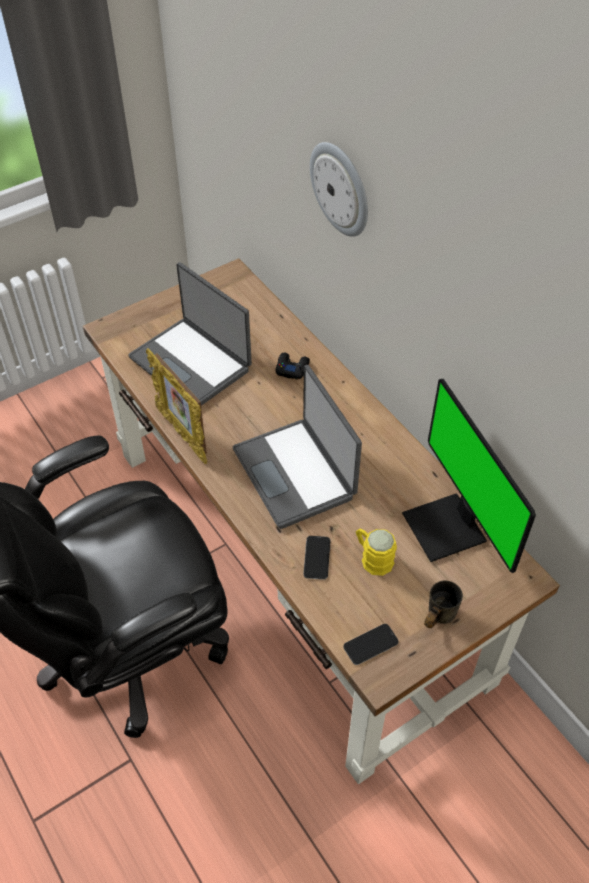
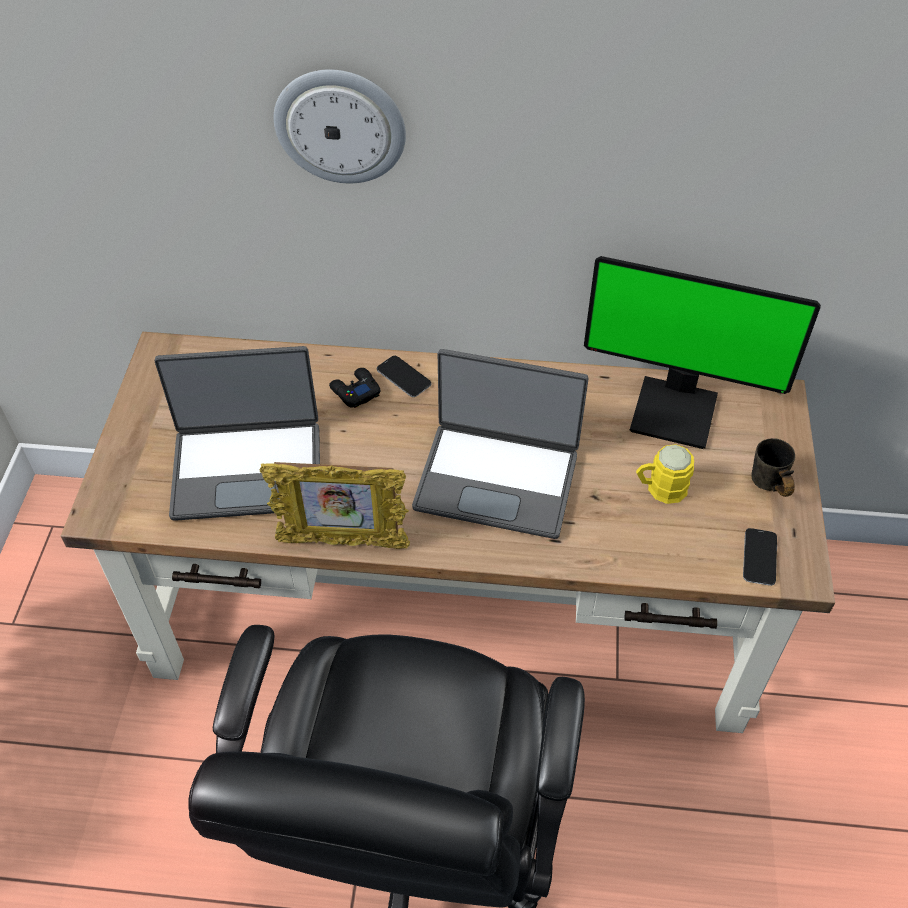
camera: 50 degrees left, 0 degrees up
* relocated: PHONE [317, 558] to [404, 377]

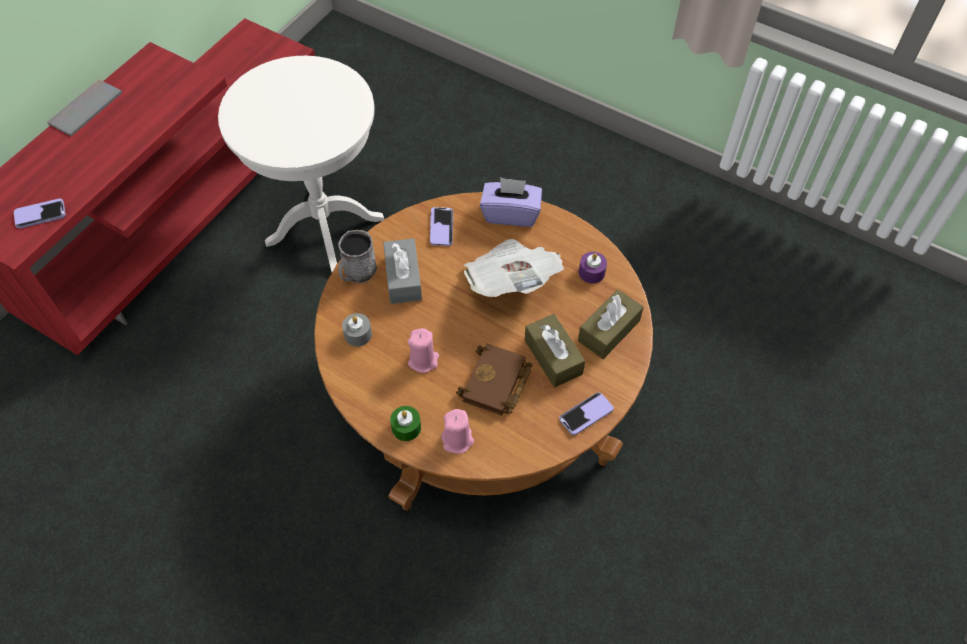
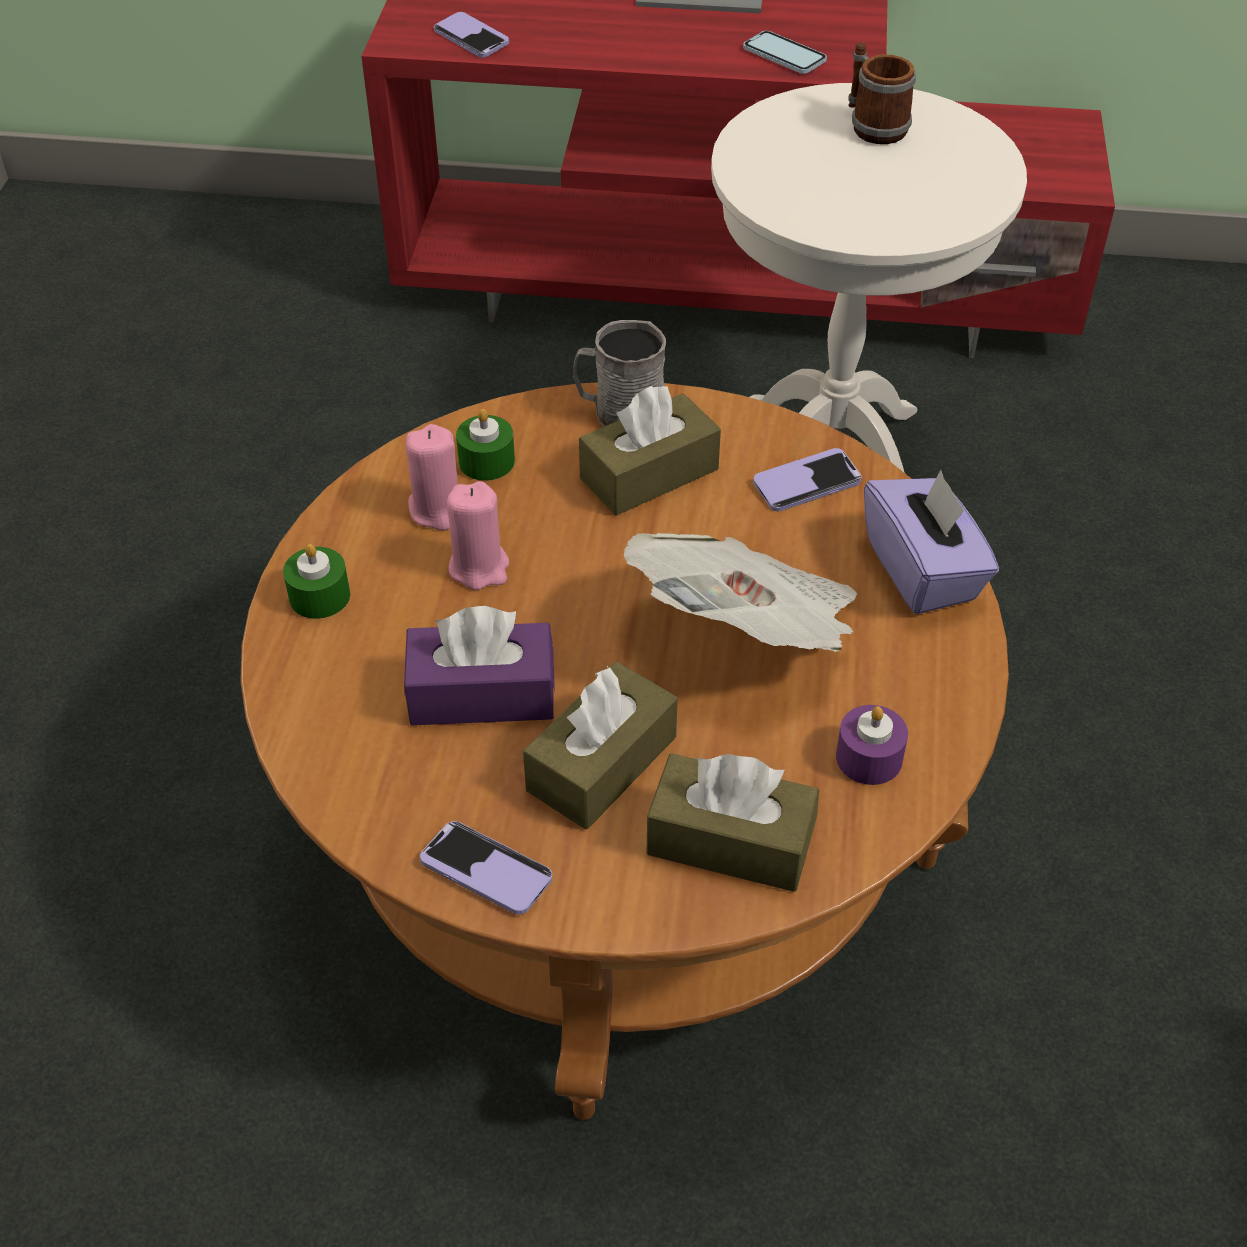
camera: 65 degrees right, 10 degrees down
* exchanged: BROWN BOOK [496, 385] to PURPLE TISSUE BOX [482, 694]
* relocated: PINK CANDLE [457, 440] to [439, 510]
* colour: GREY CANDLE [358, 334] to GREEN CANDLE [486, 461]
* colour: GREY TISSUE BOX [403, 278] to BROWN TISSUE BOX [649, 474]
* appeared: PHONE [784, 55]
* appeared: MUG [873, 125]

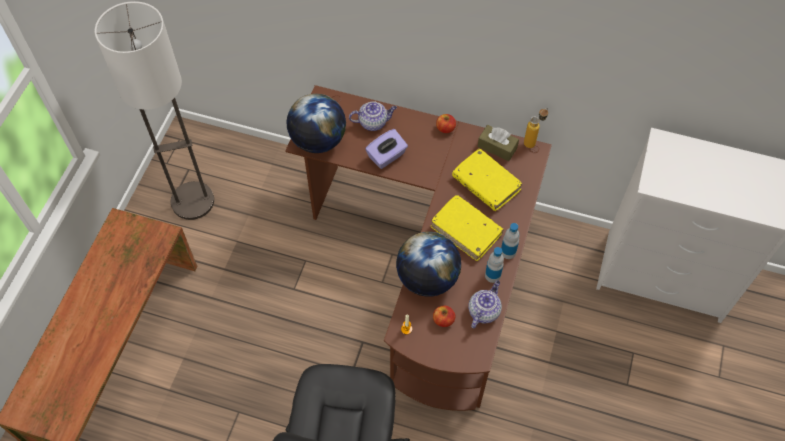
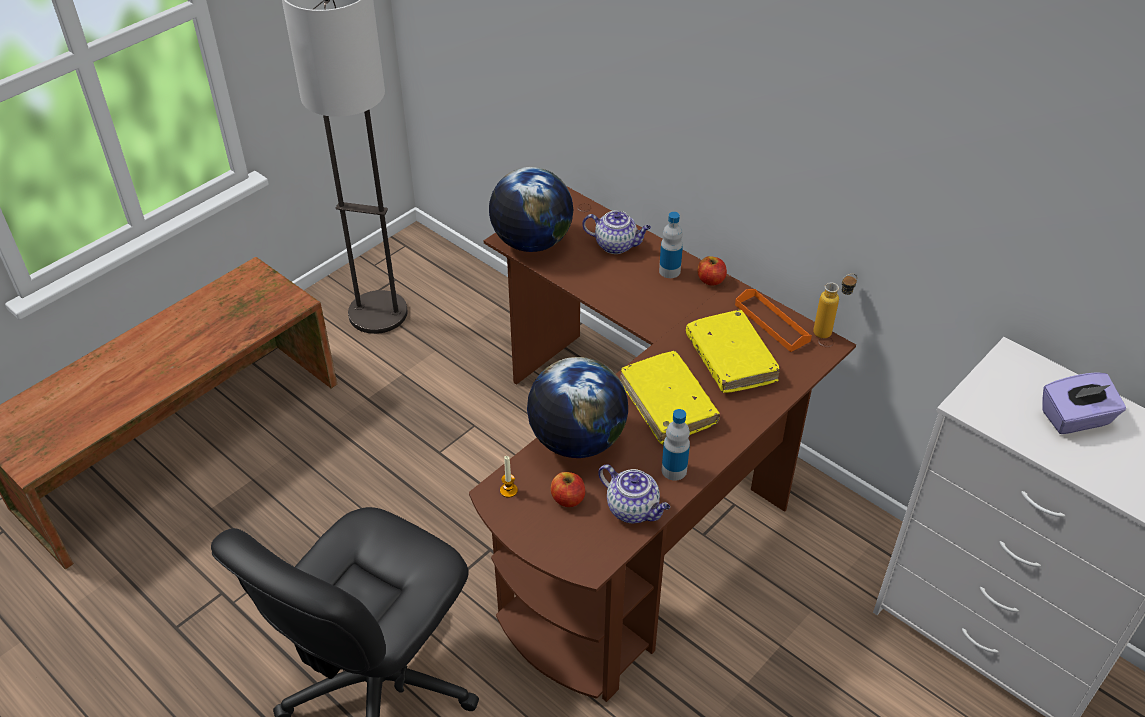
camera: 25 degrees right, 15 degrees down
* spun: TEAPOT [483, 311] = [633, 509] 75 degrees clockwise
* relocated: BOTTLE [508, 252] to [669, 271]
* exchanged: BROWN TISSUE BOX [497, 147] to ORANGE TRAY [772, 323]
* relocated: PURPLE TISSUE BOX [387, 156] to [1075, 419]

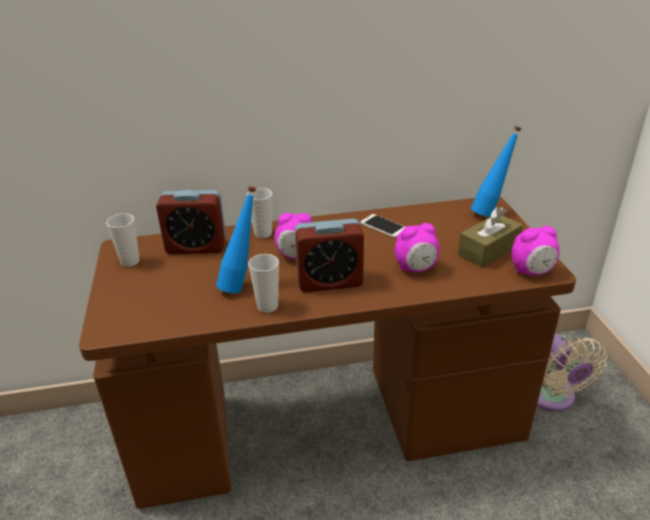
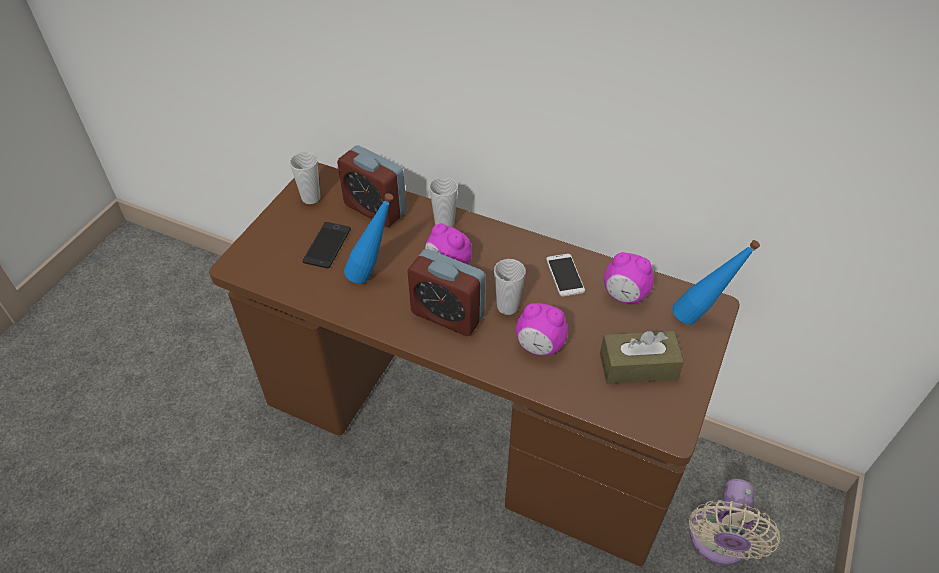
camera: 35 degrees right, 15 degrees up
* appeared: PHONE [327, 245]
* relocated: CUP [267, 306] to [507, 307]
* relocated: ALARM CLOCK [531, 272] to [624, 295]

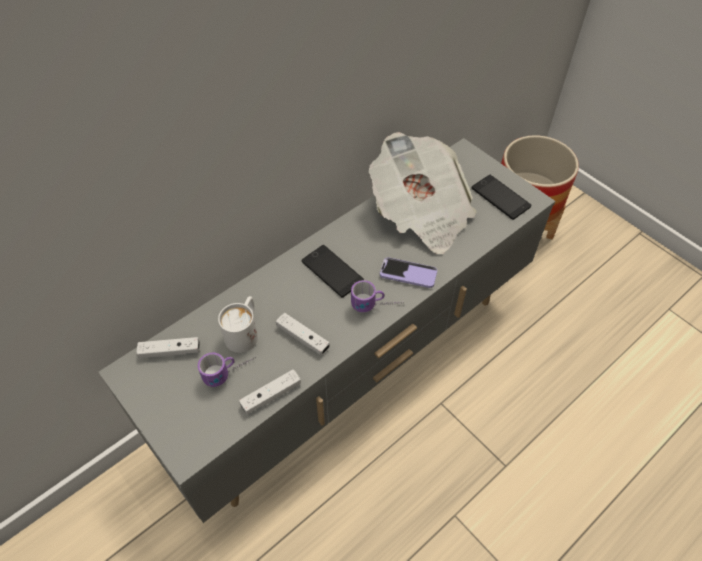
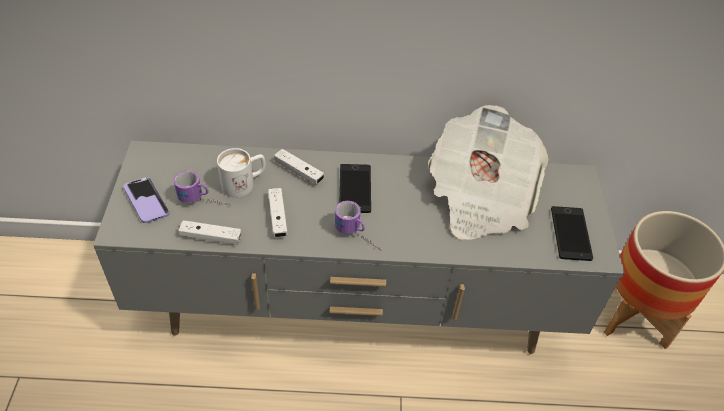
camera: 40 degrees right, 5 degrees down
* relocated: PHONE [408, 273] to [146, 201]
* relocated: WHITE GAME CONTROLLER [170, 351] to [299, 172]

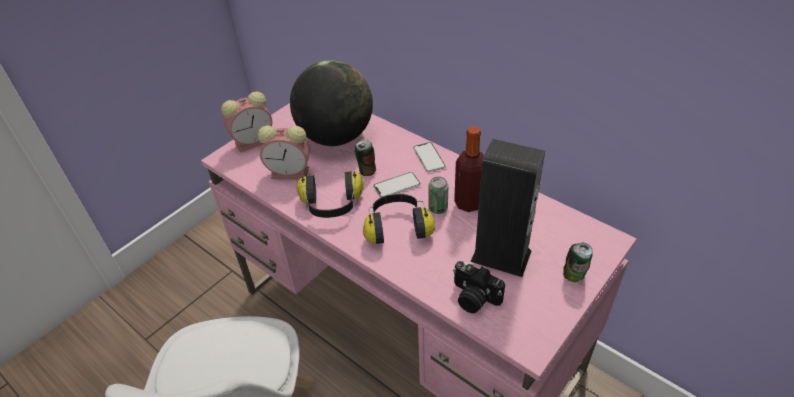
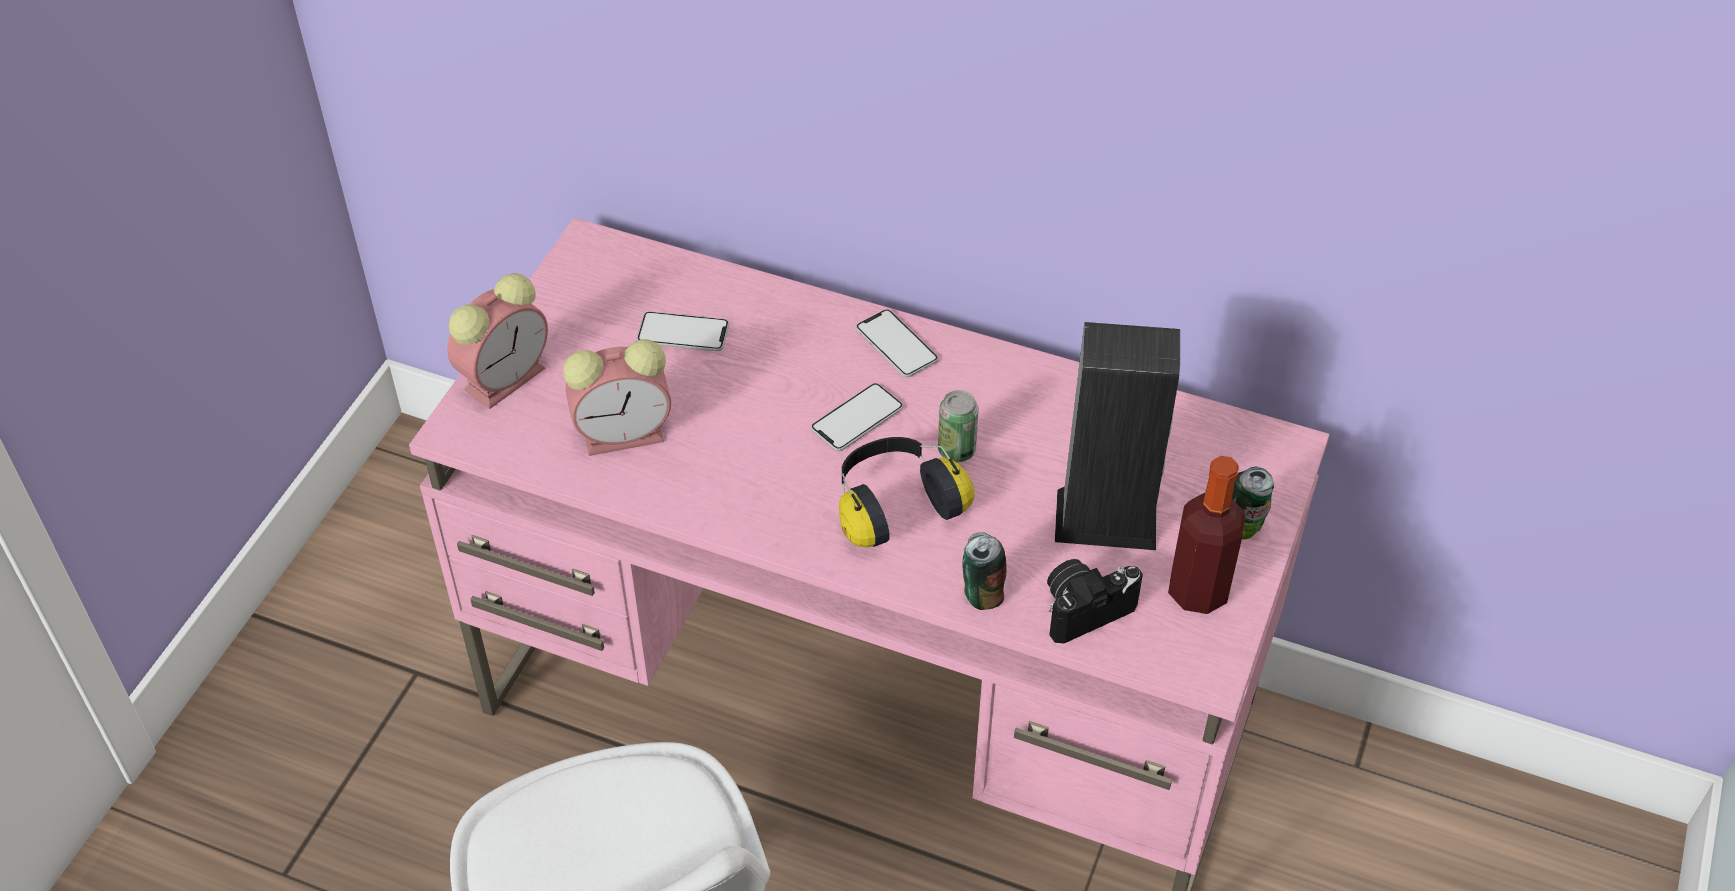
camera: 20 degrees left, 5 degrees up
* exchanged: GLOBE [336, 137] to PHONE [683, 333]
* relocated: CAN [366, 170] to [981, 594]
* spun: PHOTO CAMERA [473, 298] = [1084, 608] 135 degrees clockwise
* relocated: BOTTLE [469, 203] to [1198, 591]
* missing: HEADPHONES [332, 205]

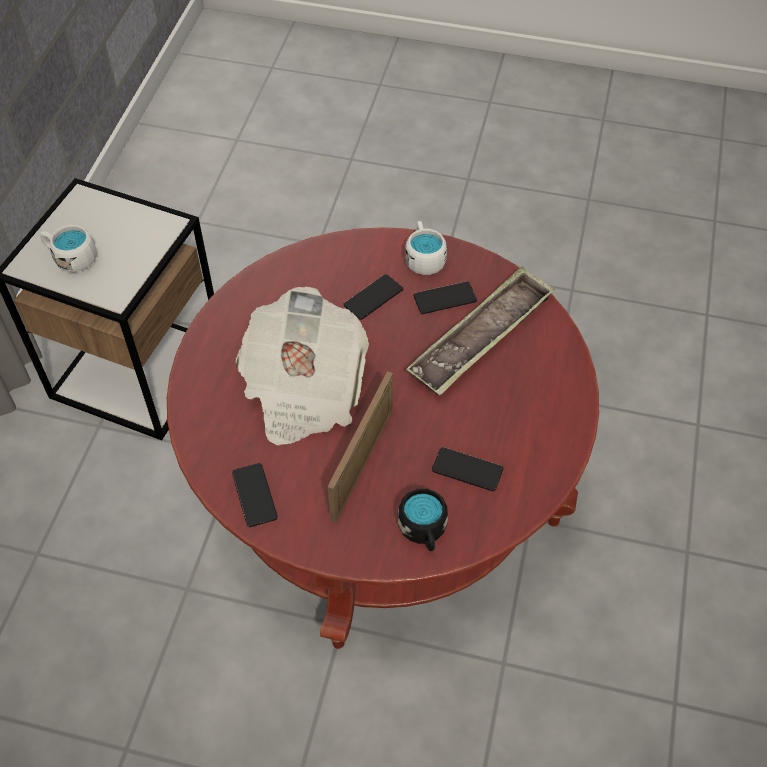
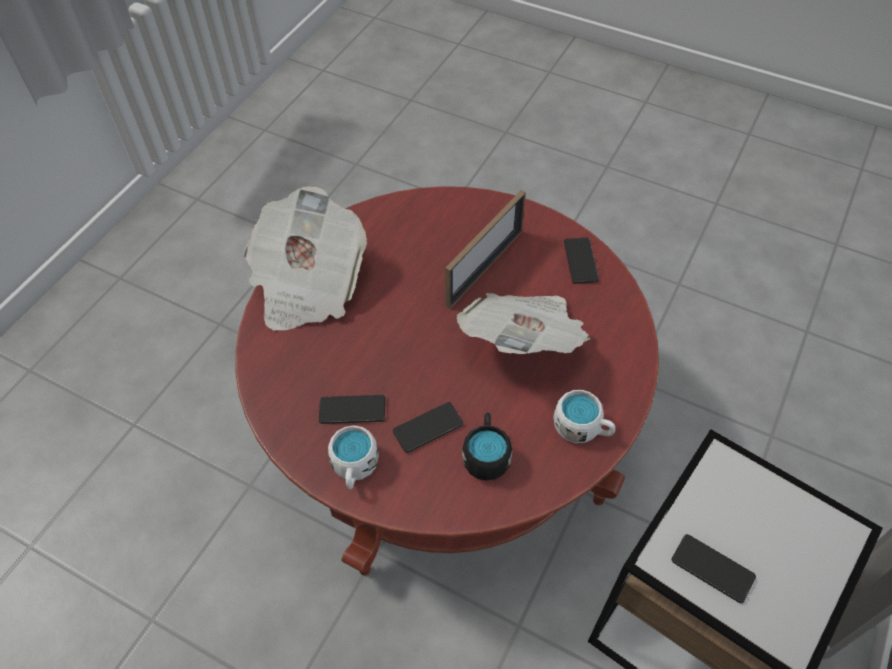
camera: 165 degrees left, 0 degrees up
* appeared: NEWSPAPER [307, 283]
* relocated: BLACK MUG [423, 531] to [486, 454]
* relocated: WHITE MUG [71, 258] to [582, 428]
* relocated: PHONE [467, 469] to [712, 568]
* missing: TRAY [481, 337]

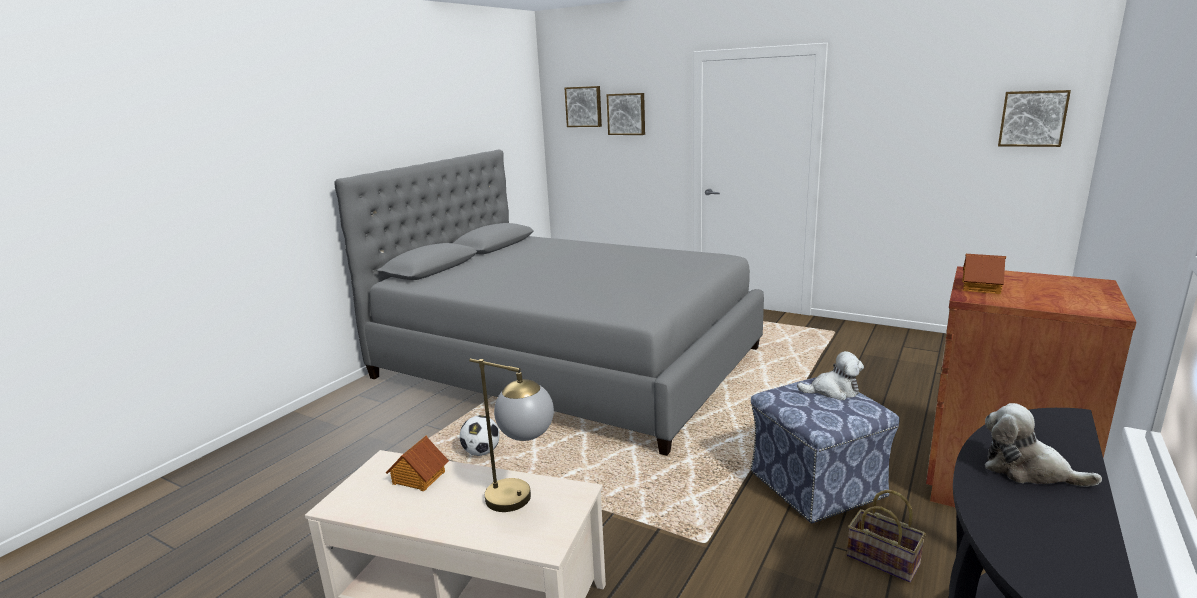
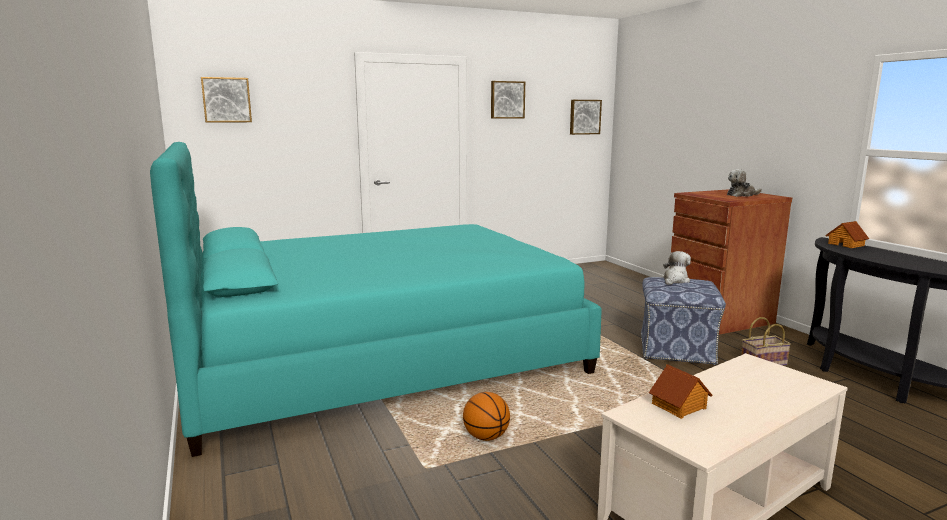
camera: 55 degrees left, 5 degrees down
* colour: GREY BED [567, 362] to TURQUOISE BED [380, 357]
* exchanged: FOOTBALL [481, 452] to BASKETBALL [486, 437]
* relocated: PICTURE [626, 114] to [507, 100]
* relocated: PLUSH TOY [1027, 470] to [741, 195]
* relocated: TOY HOUSE [981, 287] to [846, 244]
* missing: TABLE LAMP [522, 502]

